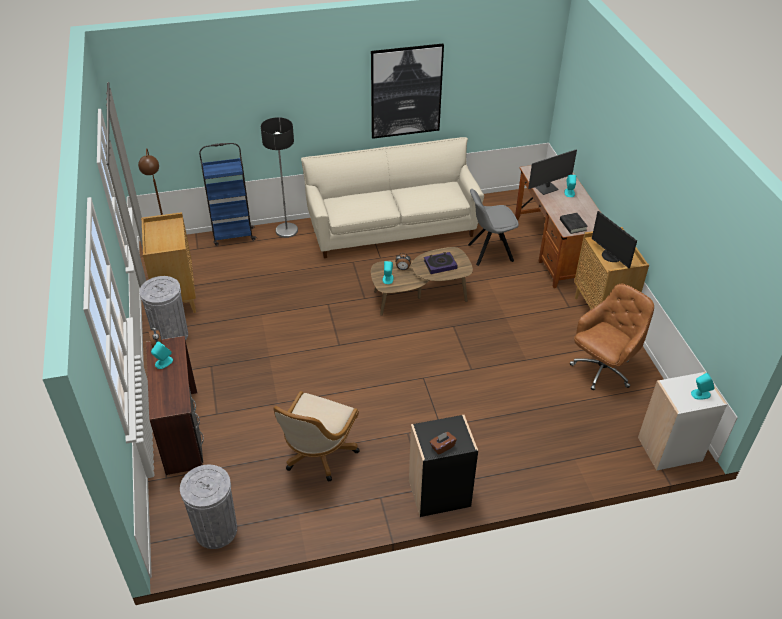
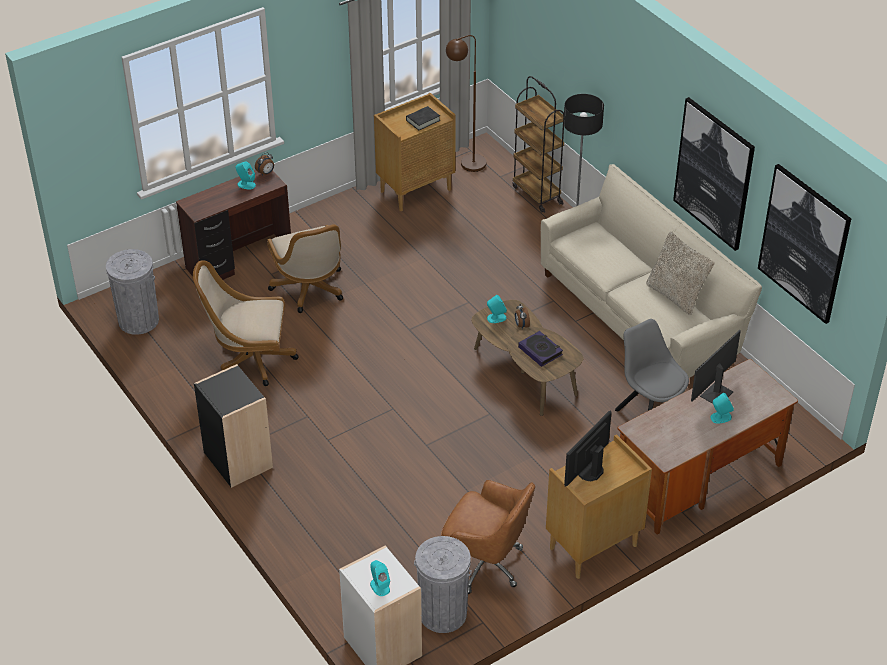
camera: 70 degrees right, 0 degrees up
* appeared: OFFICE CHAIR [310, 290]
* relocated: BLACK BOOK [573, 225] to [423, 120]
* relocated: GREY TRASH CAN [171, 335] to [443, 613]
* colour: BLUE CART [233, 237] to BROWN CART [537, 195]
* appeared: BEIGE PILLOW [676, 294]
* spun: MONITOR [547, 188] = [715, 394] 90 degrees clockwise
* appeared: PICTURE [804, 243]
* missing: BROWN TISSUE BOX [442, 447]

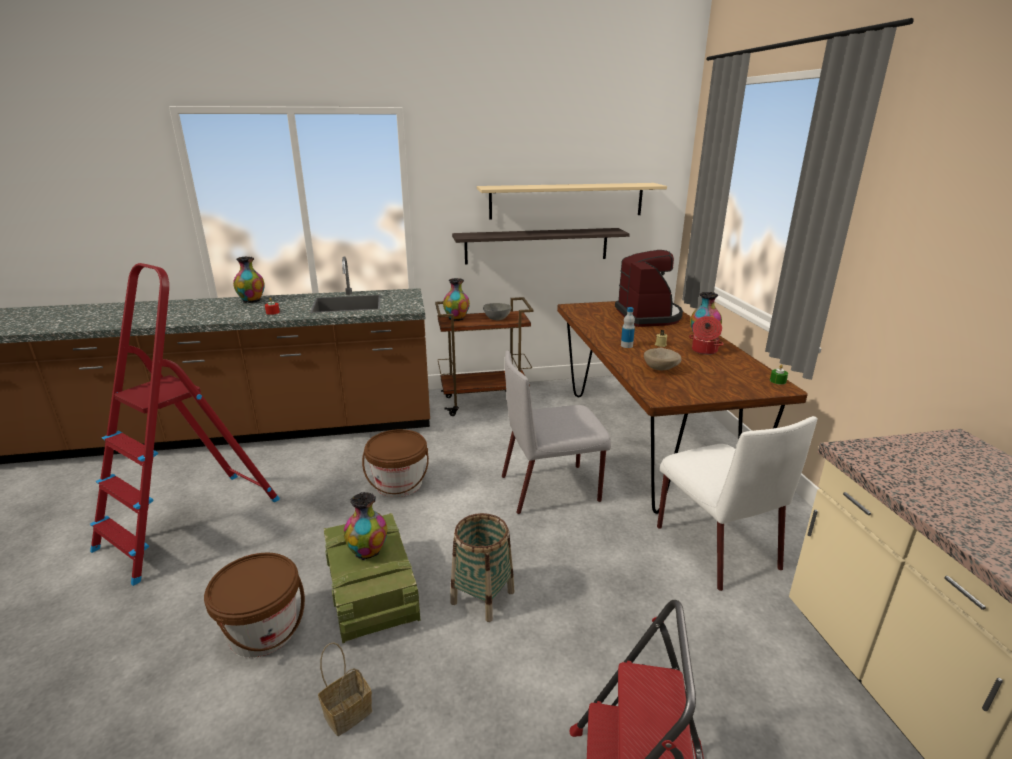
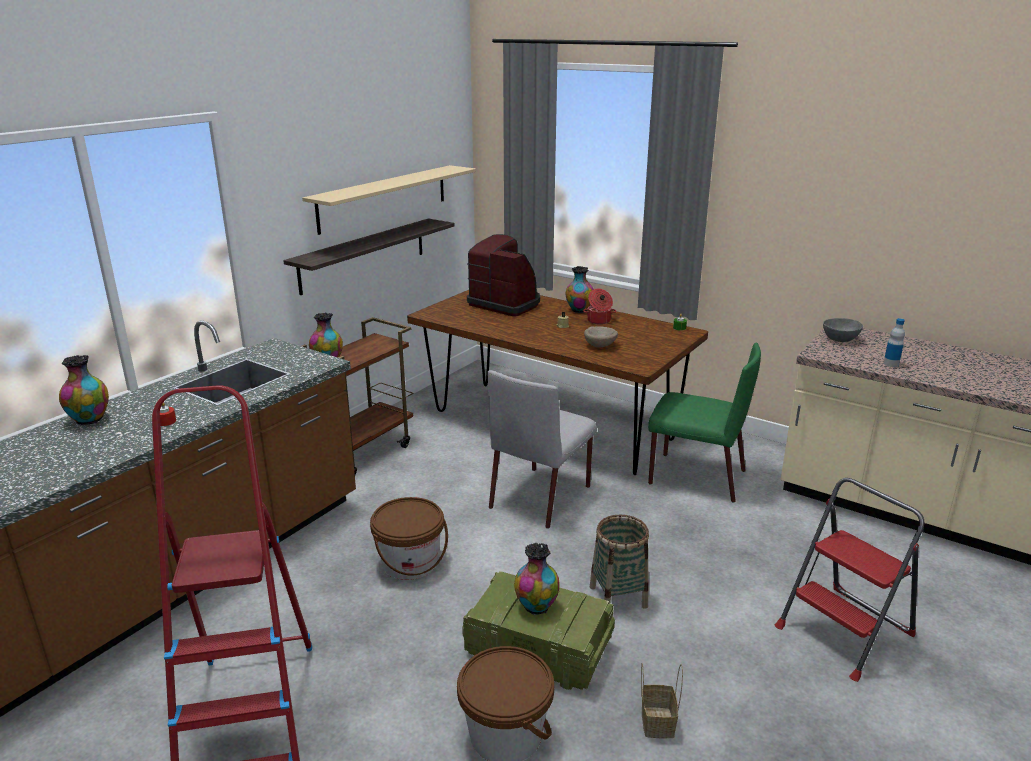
camera: 45 degrees left, 0 degrees up
* colour: WHITE CHAIR [714, 546] to GREEN CHAIR [695, 477]
* relocated: GREY BOWL [497, 319] to [841, 340]
* relocated: BOTTLE [626, 345] to [891, 364]

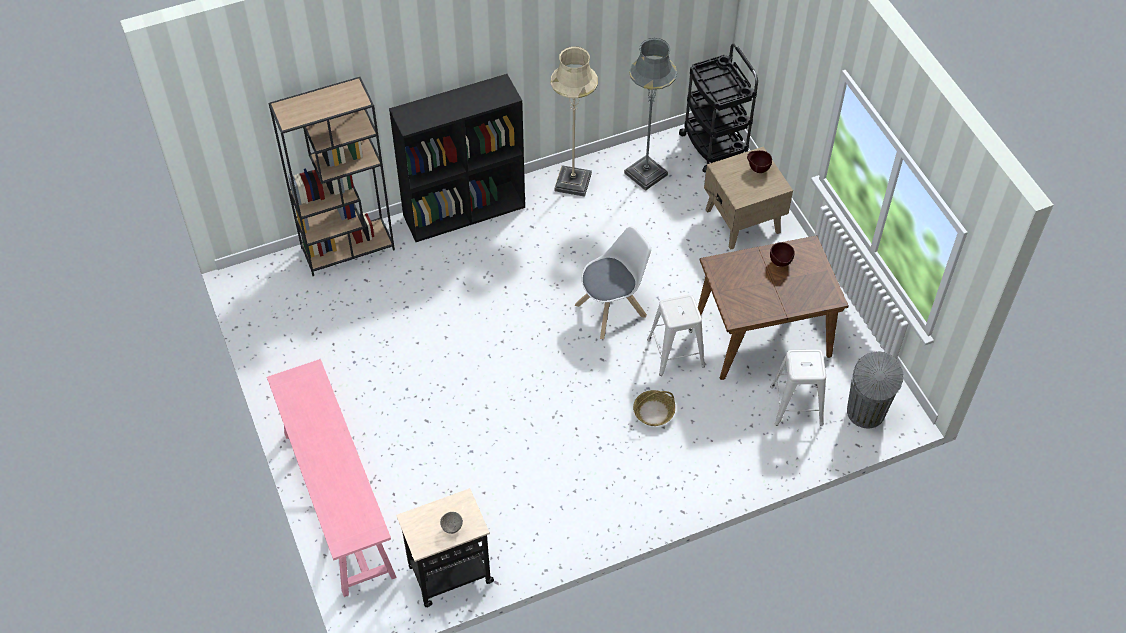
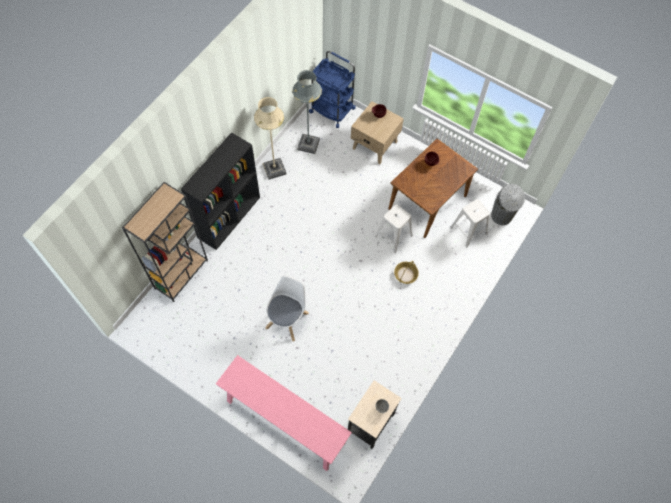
camera: 35 degrees left, 10 degrees up
* relocated: CHAIR [612, 309] to [288, 319]
* colour: BLACK CART [714, 146] to BLUE CART [331, 110]

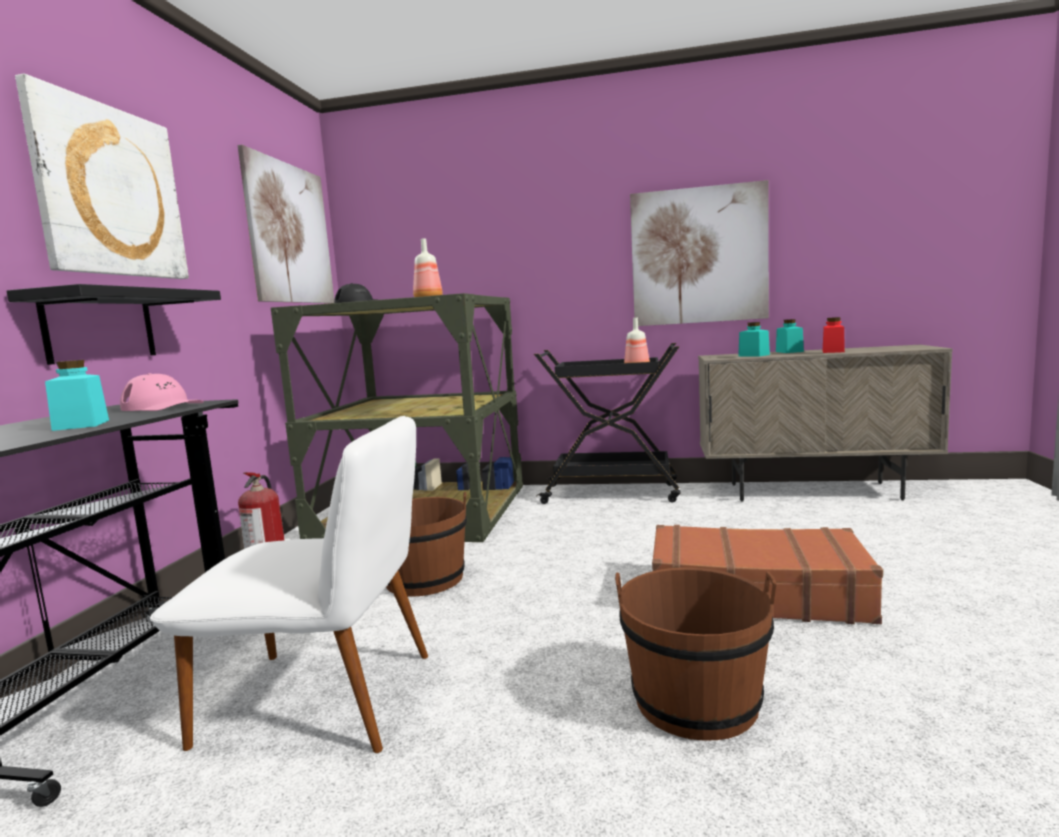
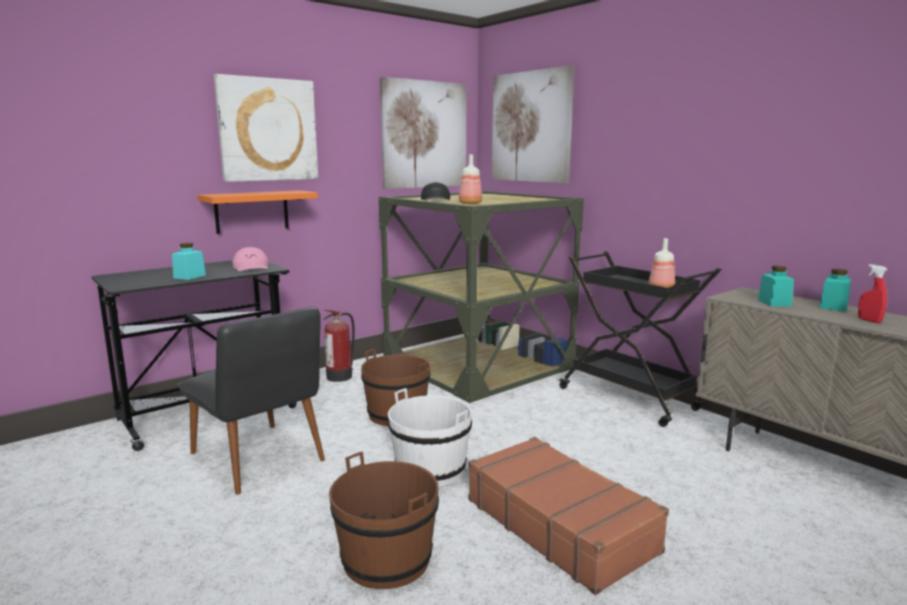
camera: 40 degrees right, 5 degrees up
* colour: WHITE CHAIR [319, 698] to BLACK CHAIR [257, 456]
* colour: BLACK SHELF [100, 326] to ORANGE SHELF [252, 211]
* appeared: WHITE BUCKET [430, 469]
* relocated: PICTURE [698, 256] to [530, 127]
* exchanged: RED JAR [833, 351] to RED SPRAY BOTTLE [869, 320]

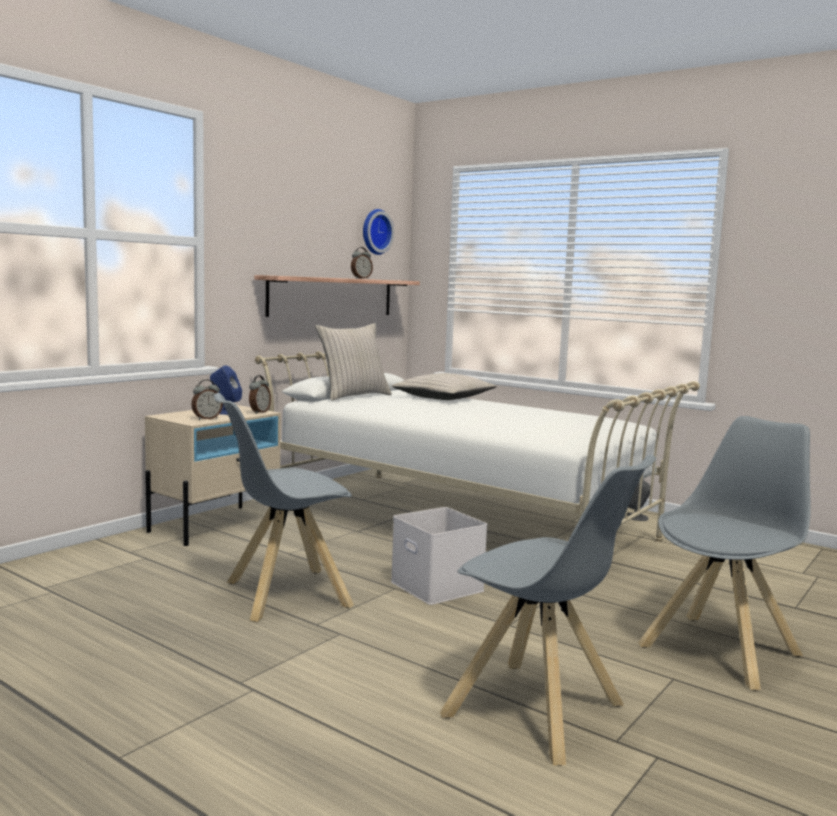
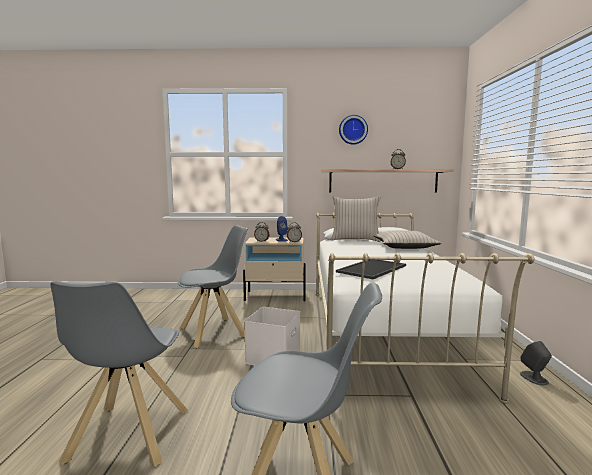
camera: 55 degrees right, 0 degrees up
* spun: GREY CHAIR [283, 594] = [215, 332] 120 degrees clockwise
* appeared: TRAY [372, 269]
* relocated: WALL CLOCK [375, 232] to [353, 130]

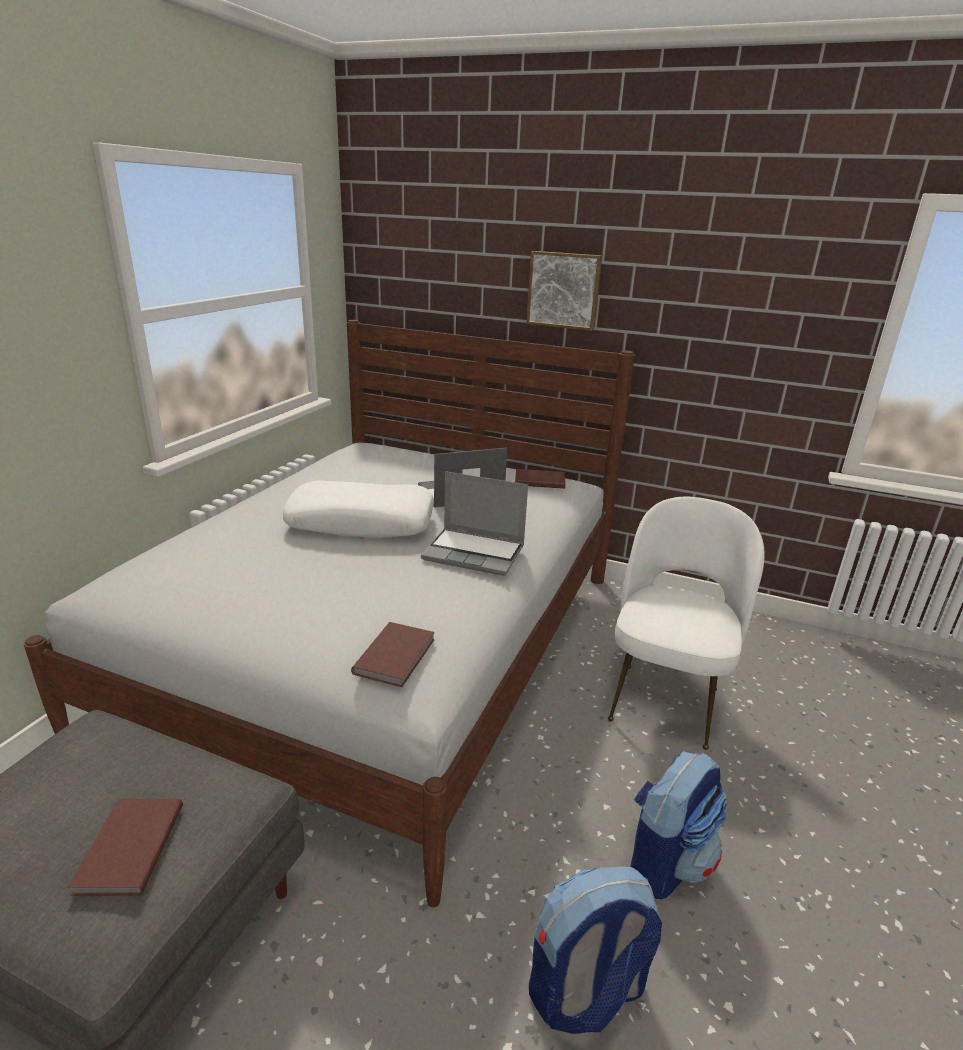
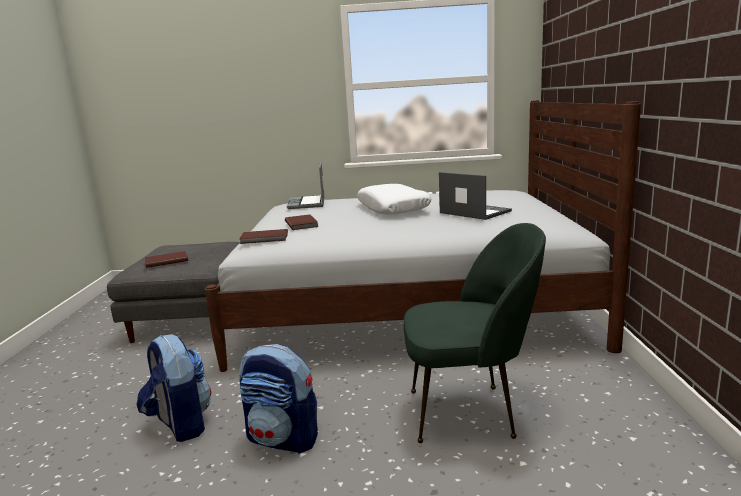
camera: 70 degrees right, 10 degrees down
* relocated: BROWN BOOK [539, 480] to [302, 224]
* relocated: LAPTOP [475, 553] to [307, 203]
* colour: WHITE CHAIR [666, 698] to GREEN CHAIR [470, 413]
* missing: PICTURE [564, 290]

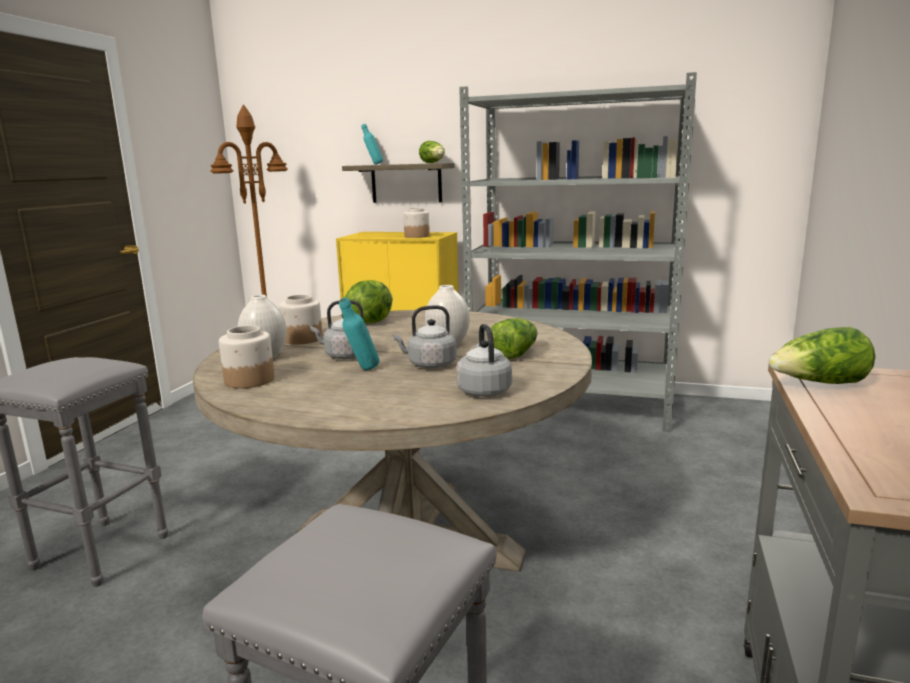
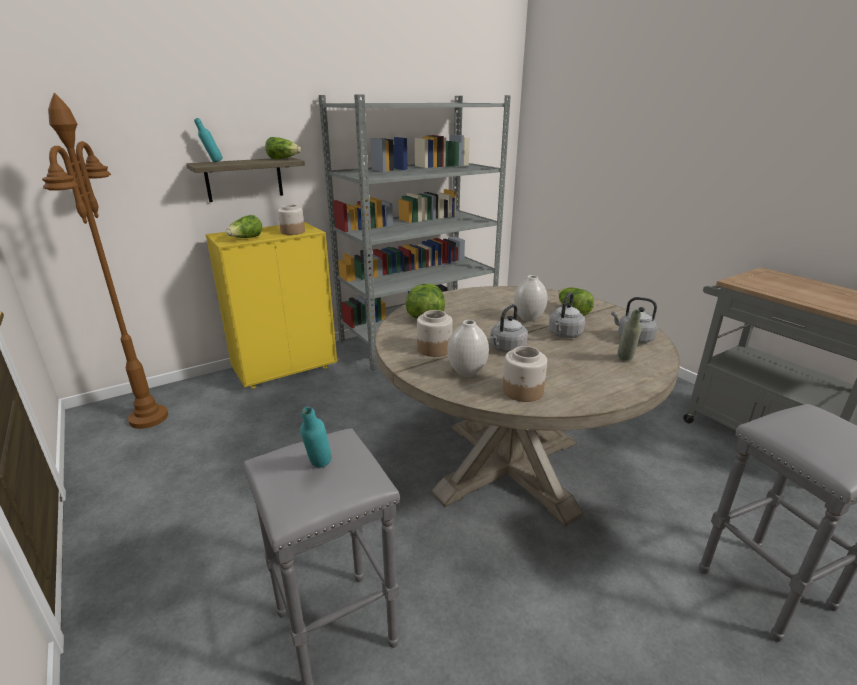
camera: 50 degrees left, 10 degrees up
* relocated: LETTUCE [818, 384] to [246, 238]
* relocated: TURQUOISE BOTTLE [362, 370] to [319, 469]
* appeared: GREY BOTTLE [625, 361]

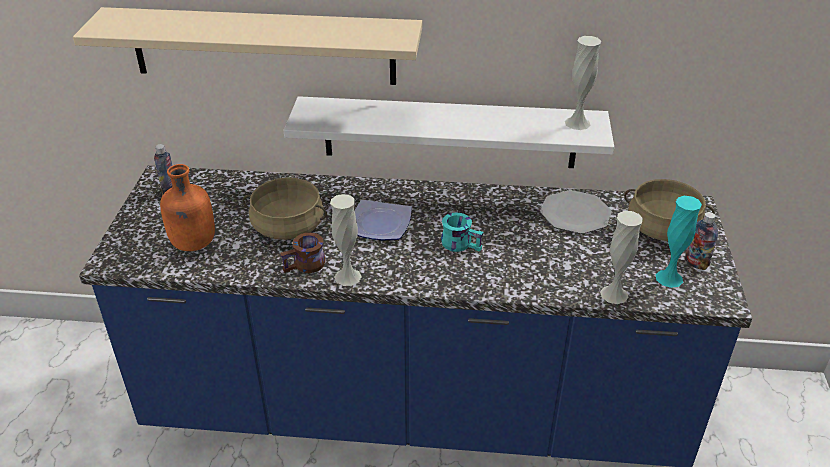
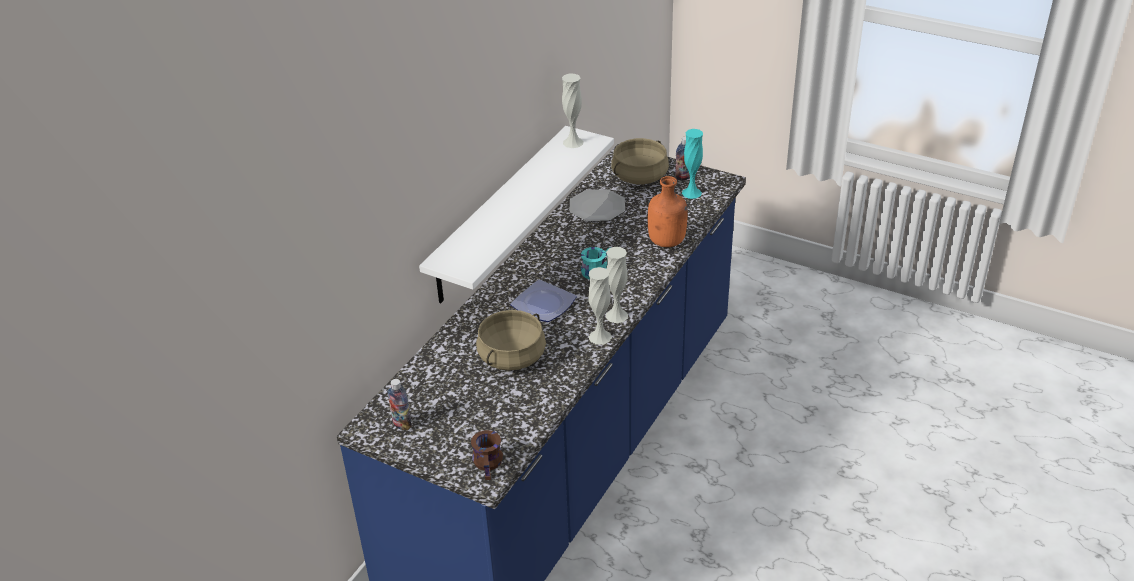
camera: 65 degrees left, 0 degrees up
* relocated: BROWN MUG [306, 266] to [490, 463]
* relocated: WHITE VASE [614, 294] to [616, 315]
* relocated: ORANGE BOTTLE [193, 244] to [667, 242]
* missing: BEIGE SHELF [263, 46]

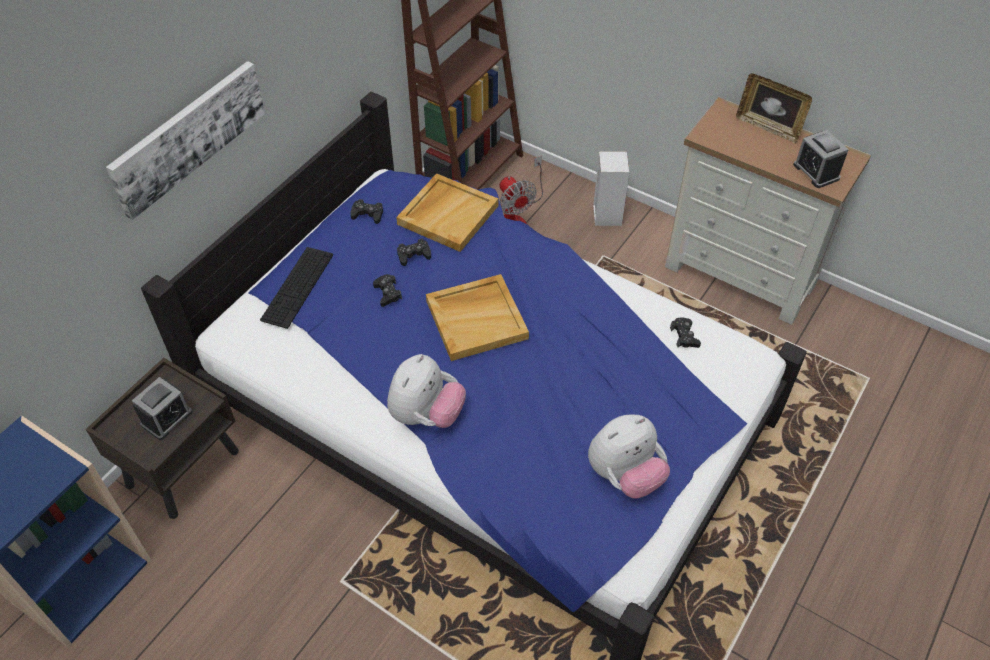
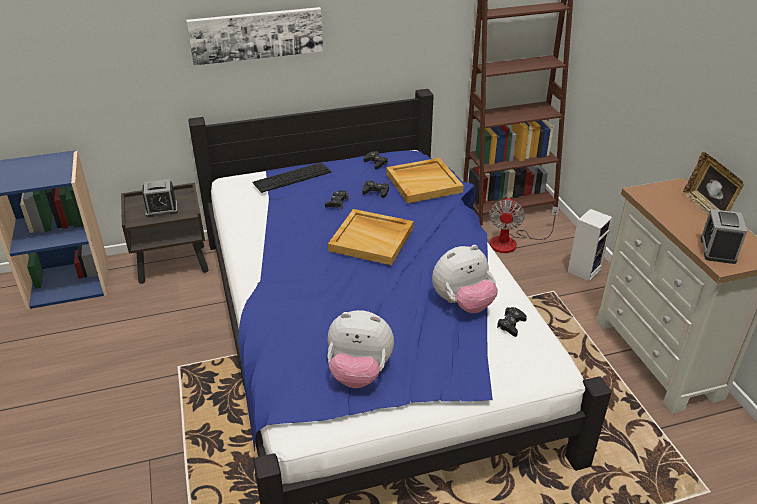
camera: 40 degrees right, 15 degrees down
* relocated: PLUSH TOY [426, 414] to [463, 303]

